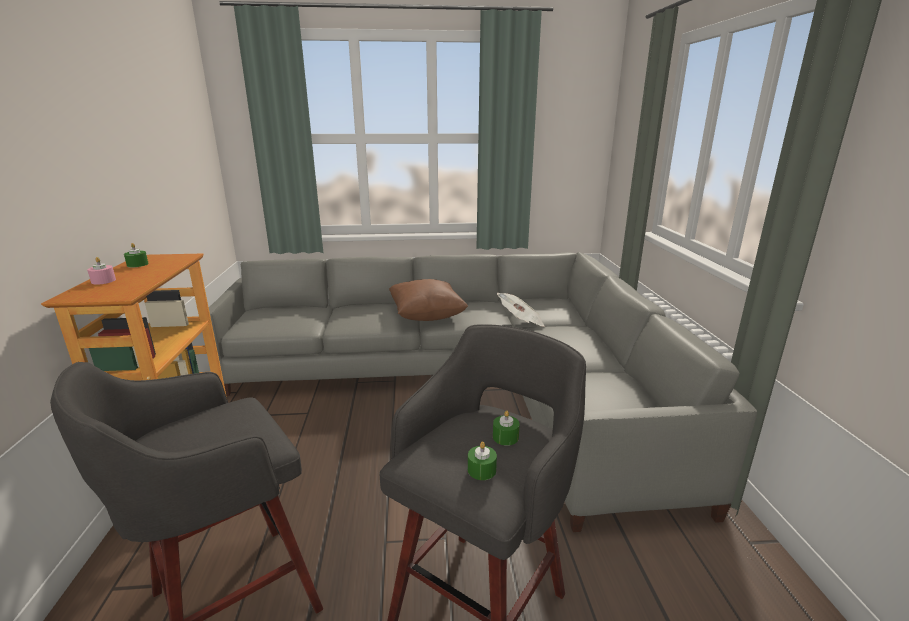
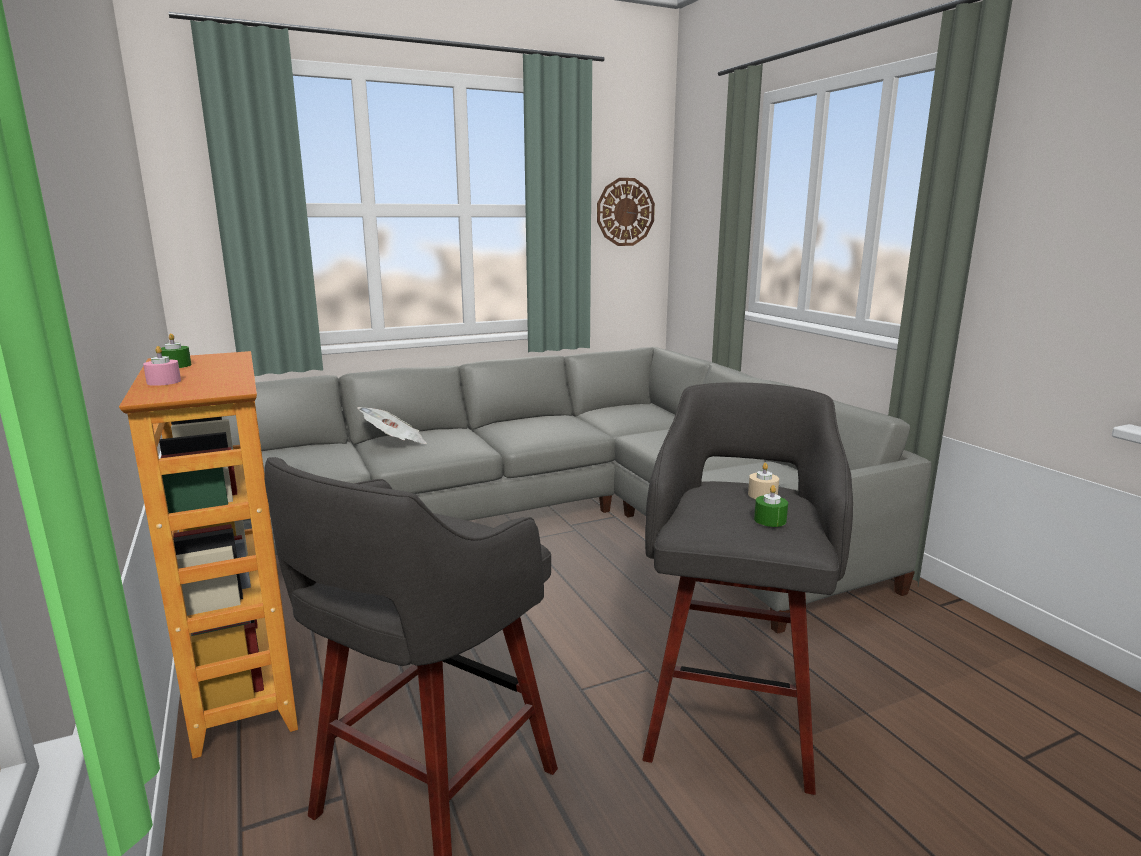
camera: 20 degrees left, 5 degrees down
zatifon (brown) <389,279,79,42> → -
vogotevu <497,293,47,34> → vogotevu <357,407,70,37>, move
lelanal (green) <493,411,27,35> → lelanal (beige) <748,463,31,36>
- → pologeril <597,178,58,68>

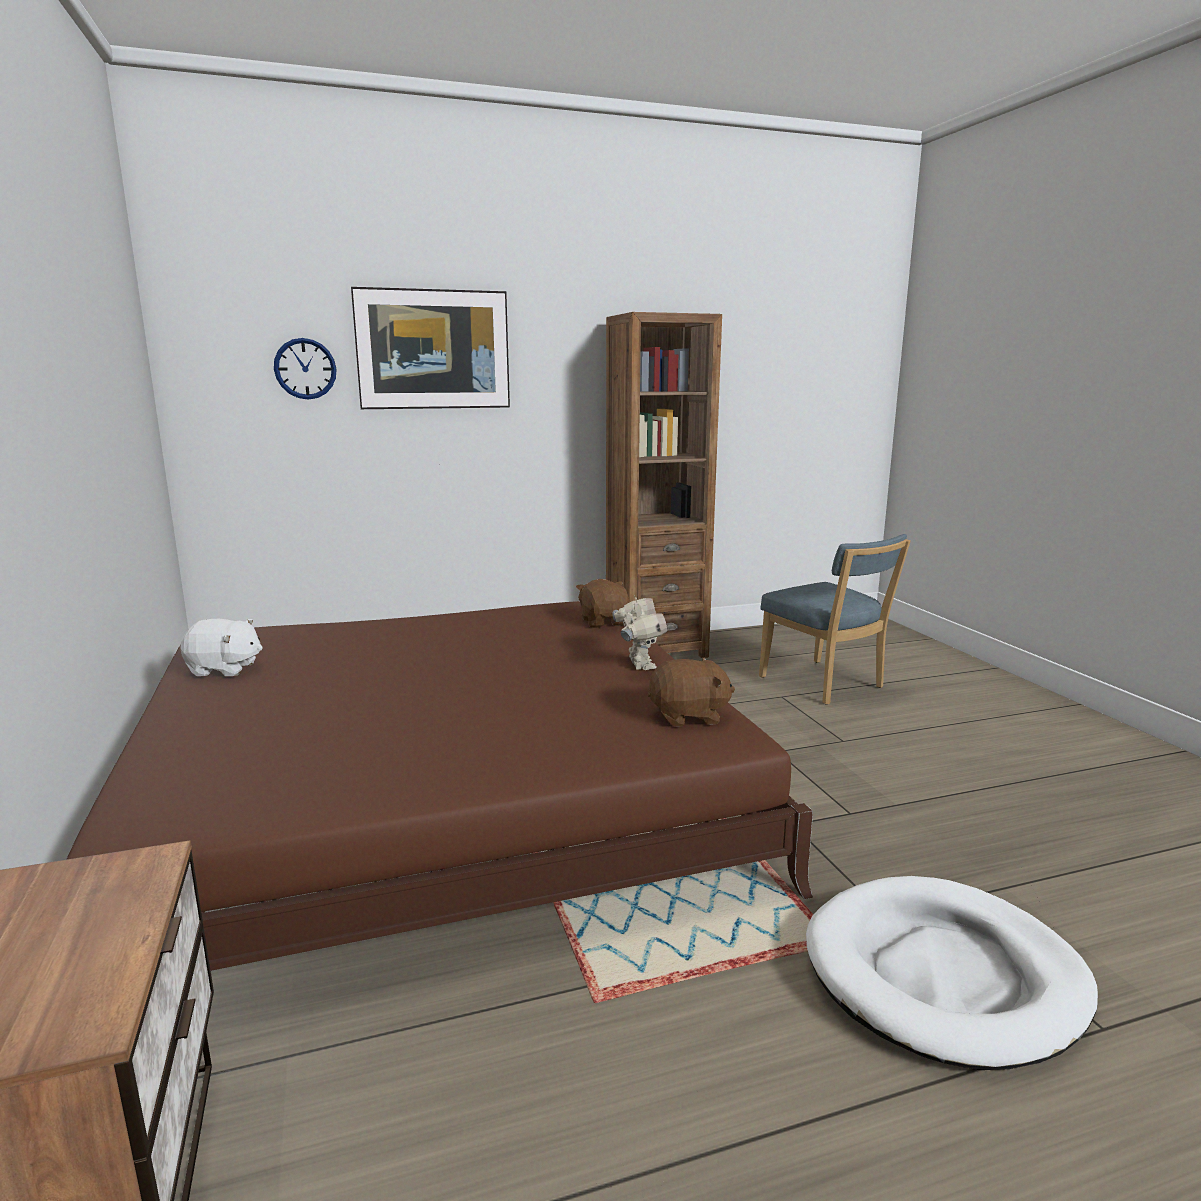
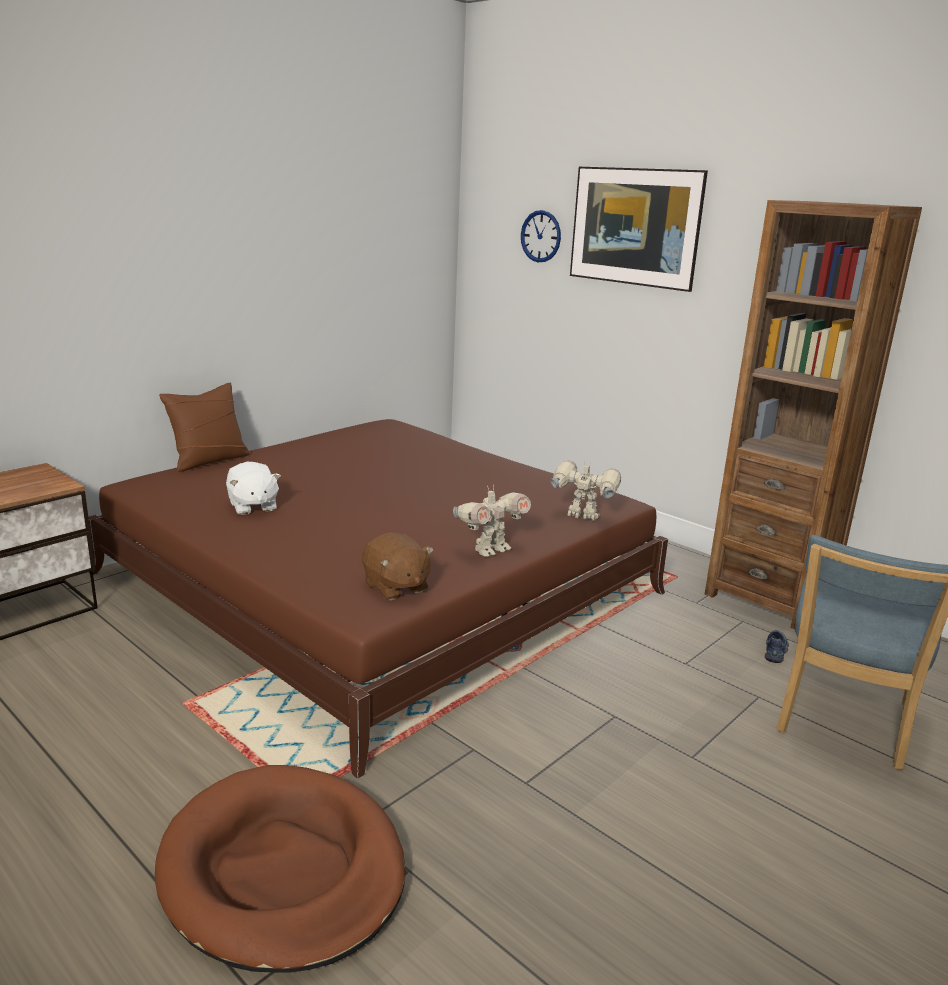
camera: 60 degrees right, 5 degrees up
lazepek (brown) <576,579,54,49> → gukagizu <550,460,71,61>
lazepek (white) <180,619,83,57> → lazepek (white) <226,462,55,53>, move
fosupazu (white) <806,876,292,194> → fosupazu (brown) <155,765,251,207>
- → zatifon (brown) <159,383,91,89>
- → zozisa <765,630,24,33>

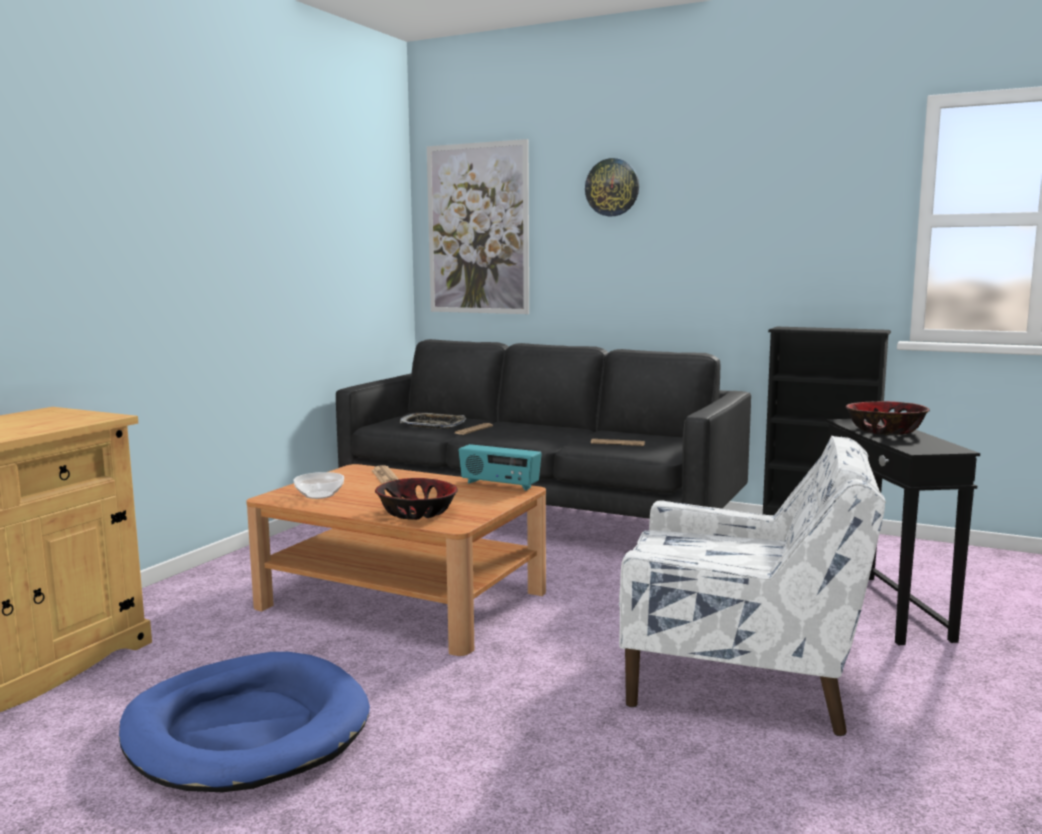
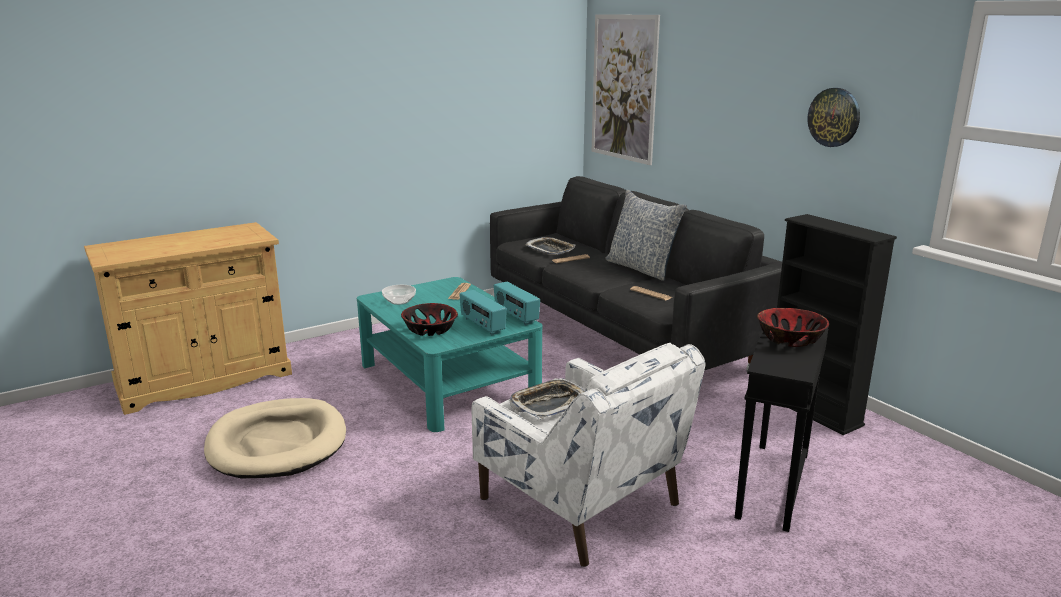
camera: 30 degrees right, 10 degrees up
pologeril <585,158,54,58> → pologeril <807,88,53,59>, move
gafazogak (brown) <246,464,300,192> → gafazogak (turquoise) <357,277,186,155>
fosupazu (blue) <119,652,251,140> → fosupazu (beige) <204,398,142,80>
- → zatifon <605,190,82,91>
- → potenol <459,290,48,45>
- → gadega <509,378,76,41>

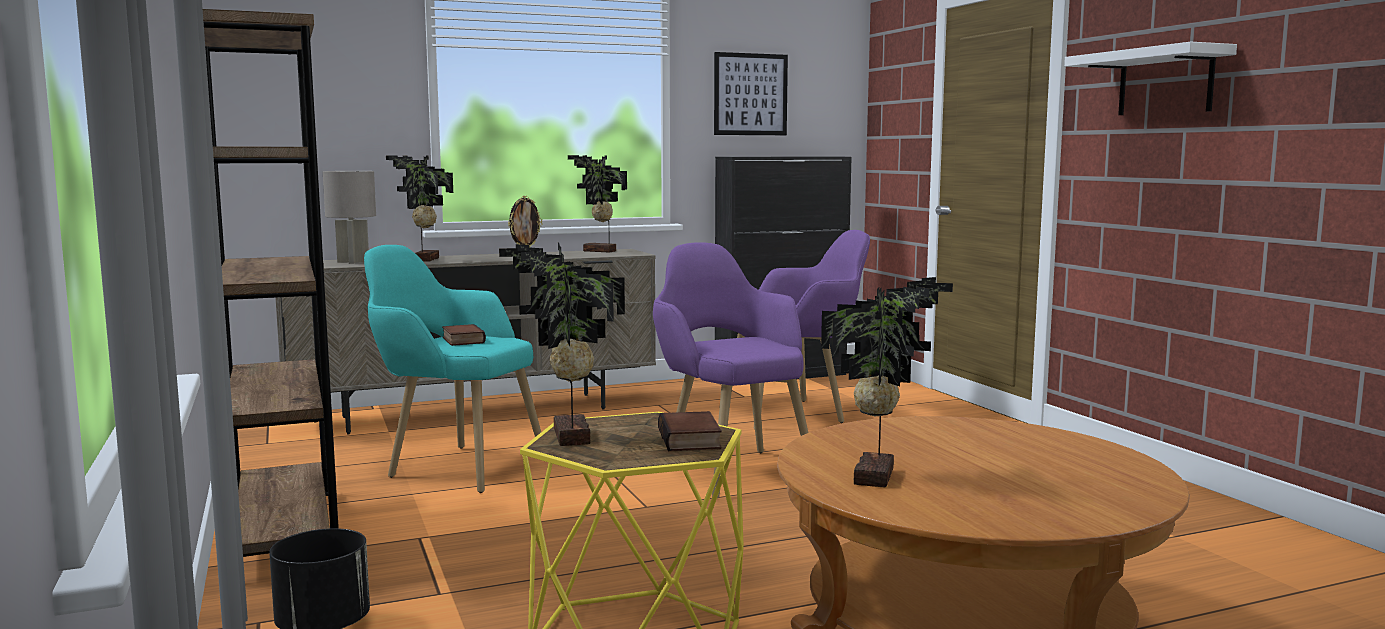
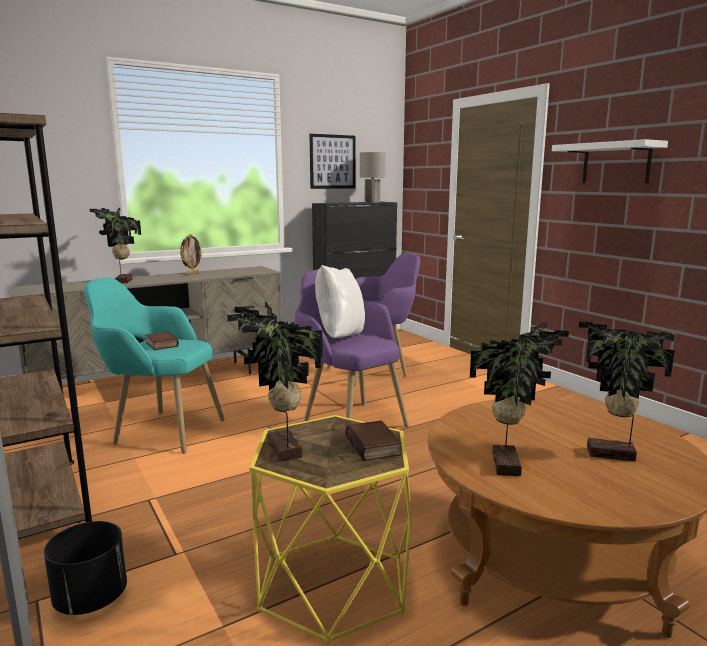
camera: 10 degrees left, 5 degrees up
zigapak <568,155,59,98> → zigapak <579,322,96,139>, move
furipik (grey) <323,171,53,93> → furipik (grey) <360,152,26,51>, move
- → zatifon (white) <315,265,50,73>

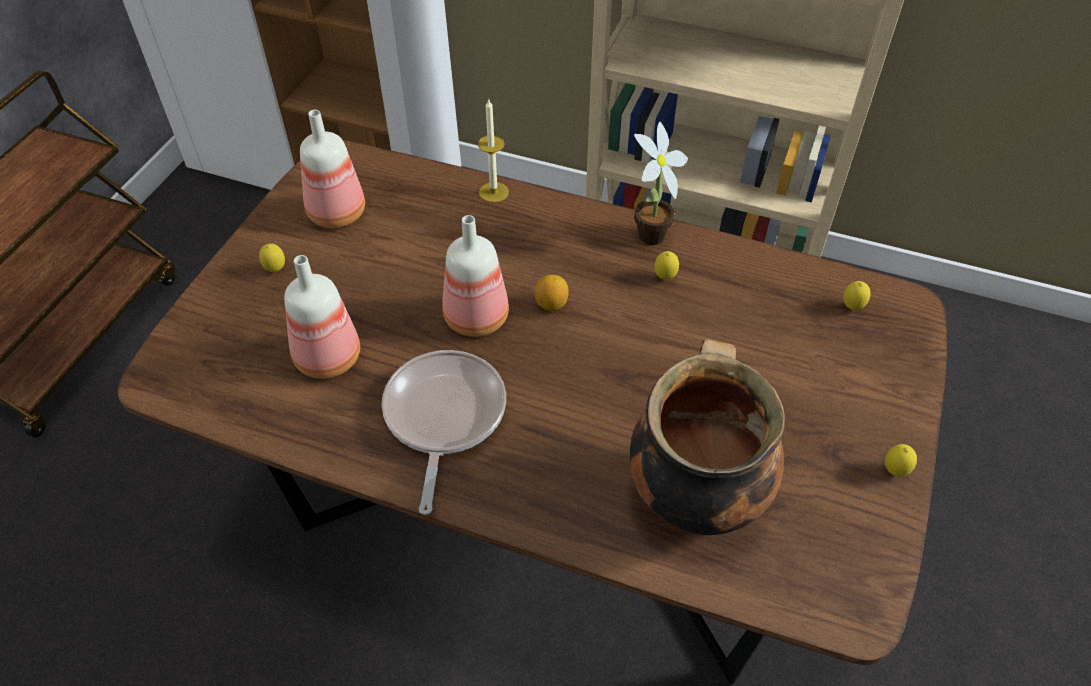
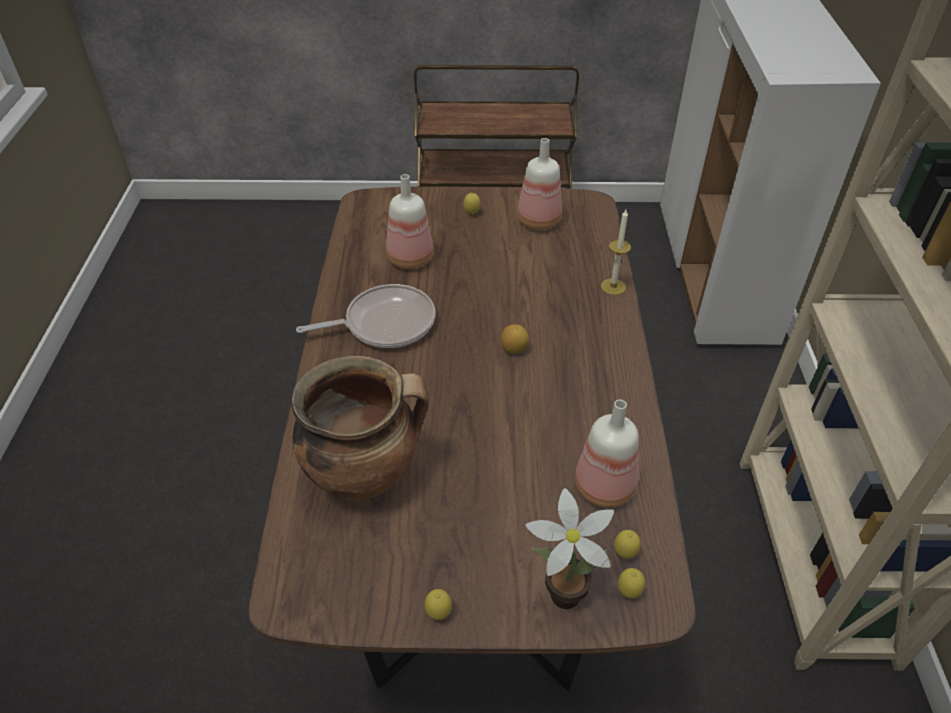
camera: 70 degrees right, 5 degrees down
zigapak <634,122,54,123> → zigapak <526,488,88,121>, move
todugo <442,215,67,122> → todugo <575,400,64,107>, move
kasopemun <654,251,25,29> → kasopemun <618,568,27,30>, move

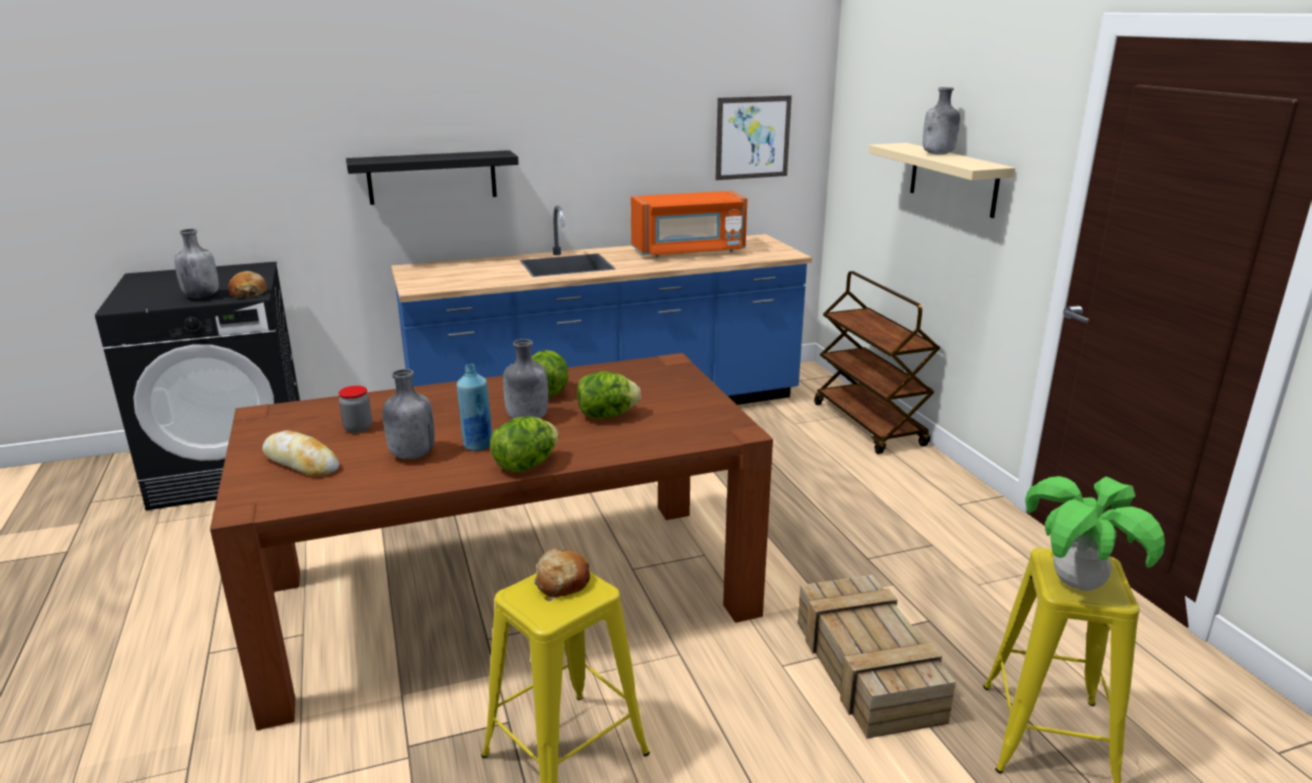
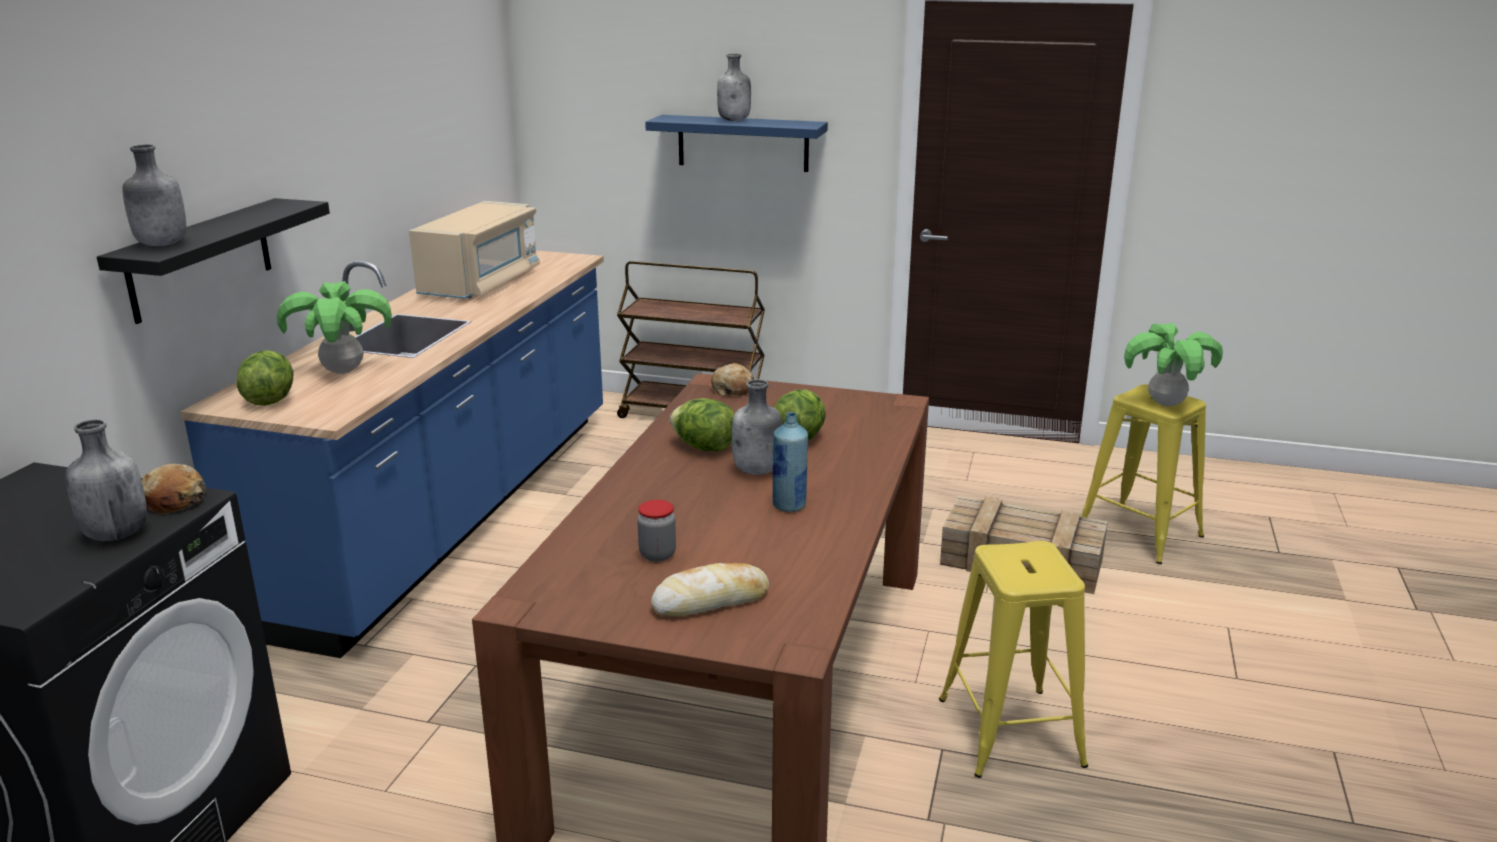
camera: 55 degrees left, 0 degrees up
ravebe <716,95,76,85> → -
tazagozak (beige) <869,143,146,75> → tazagozak (blue) <645,115,183,57>
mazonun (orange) <631,191,116,66> → mazonun (beige) <409,201,131,98>
todugo (grey) <383,369,52,90> → todugo (grey) <122,144,64,102>, move
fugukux <490,416,69,56> → fugukux <237,350,57,56>, move
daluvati <534,549,56,48> → daluvati <711,363,42,33>, move
- → zigapak <277,281,115,93>

